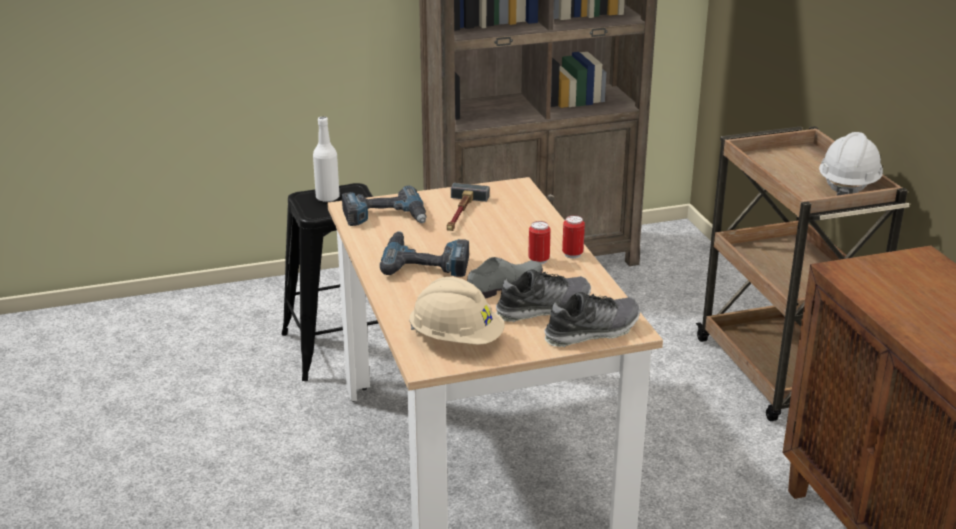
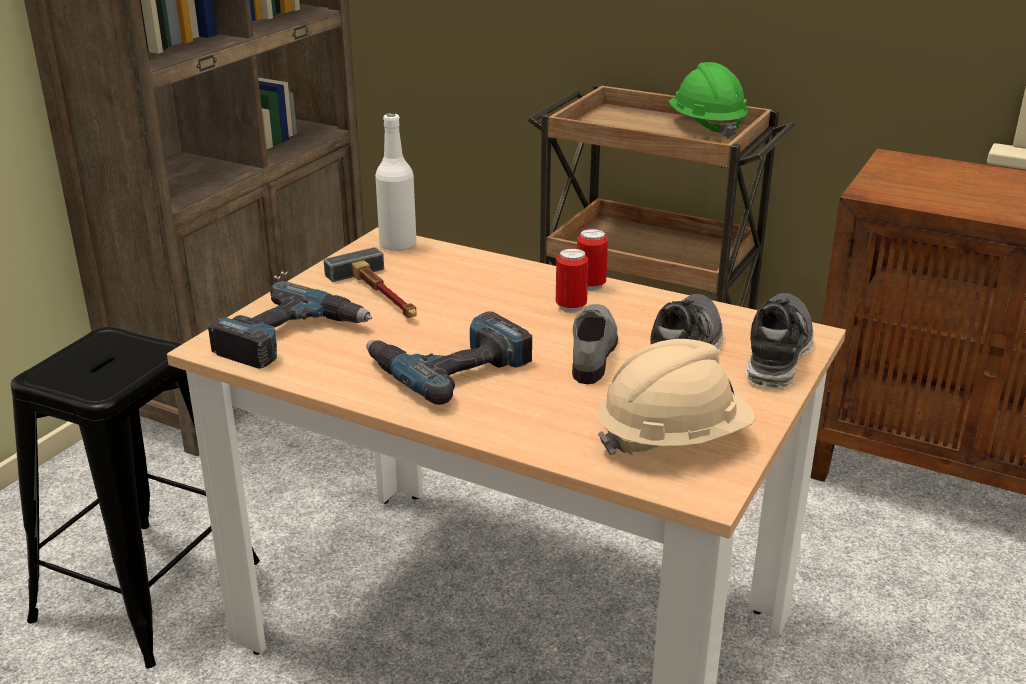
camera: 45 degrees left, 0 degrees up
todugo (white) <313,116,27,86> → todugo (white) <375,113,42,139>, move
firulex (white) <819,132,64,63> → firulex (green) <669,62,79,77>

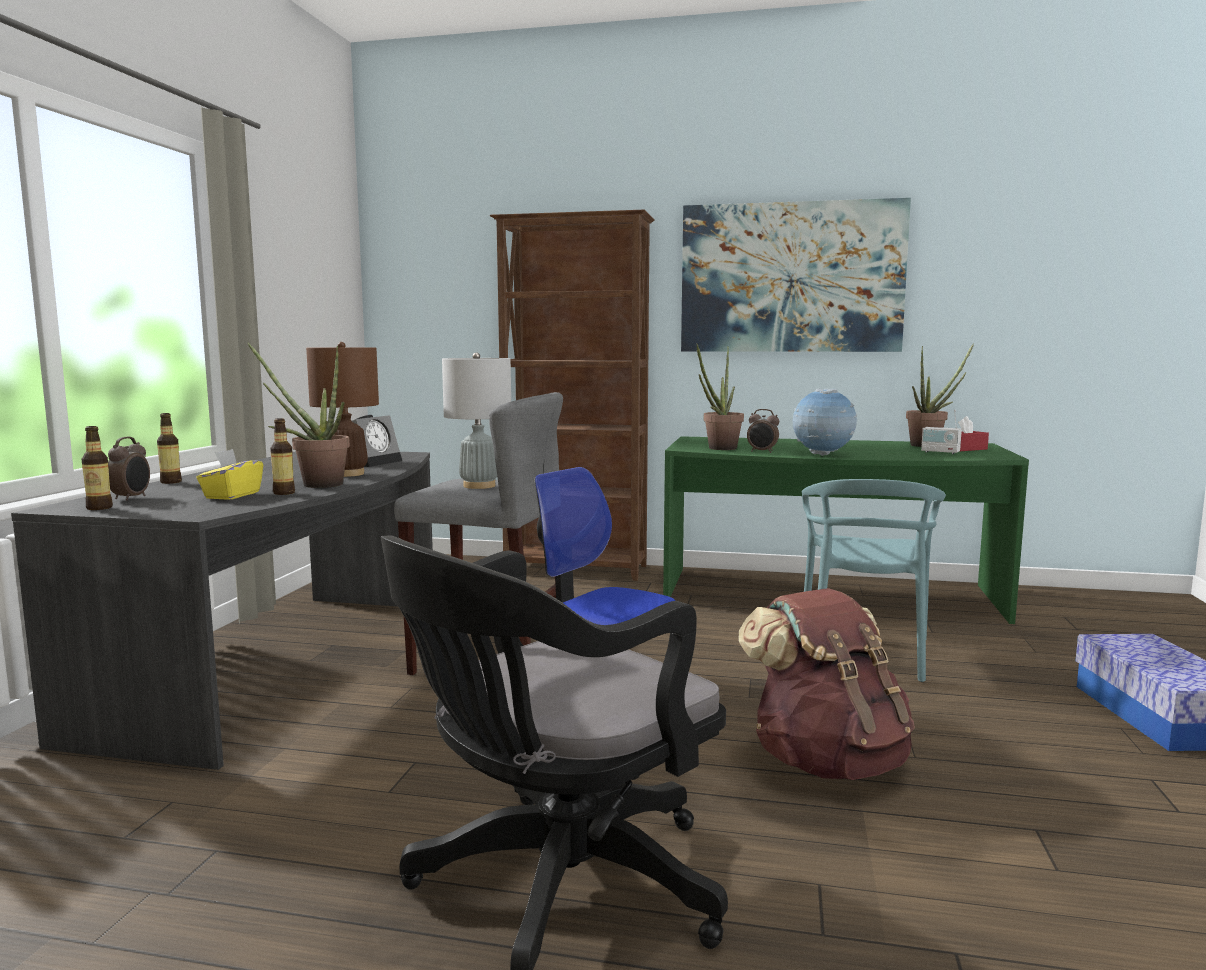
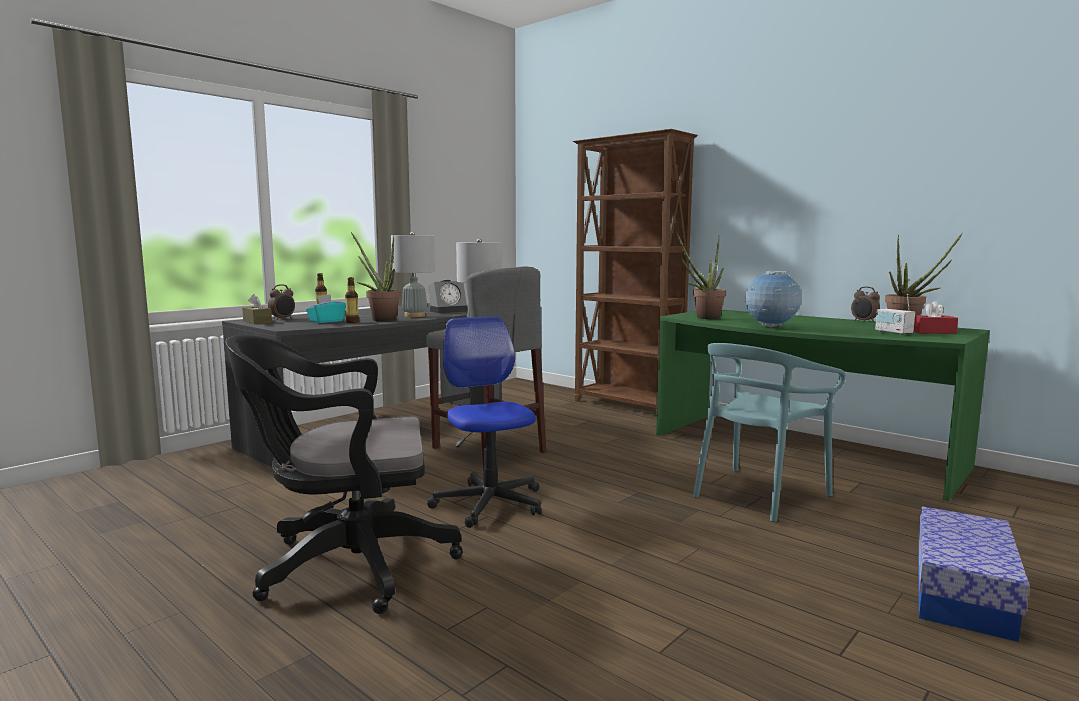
camera: 30 degrees right, 0 degrees up
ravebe <681,198,230,154> → -
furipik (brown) <306,342,73,135> → furipik (grey) <391,232,44,85>
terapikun <747,409,32,44> → terapikun <851,287,29,36>, move
todugo <81,426,32,84> → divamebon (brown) <242,294,30,30>
divamebon (yellow) <196,449,67,51> → divamebon (turquoise) <306,294,40,29>
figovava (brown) <739,588,176,192> → -

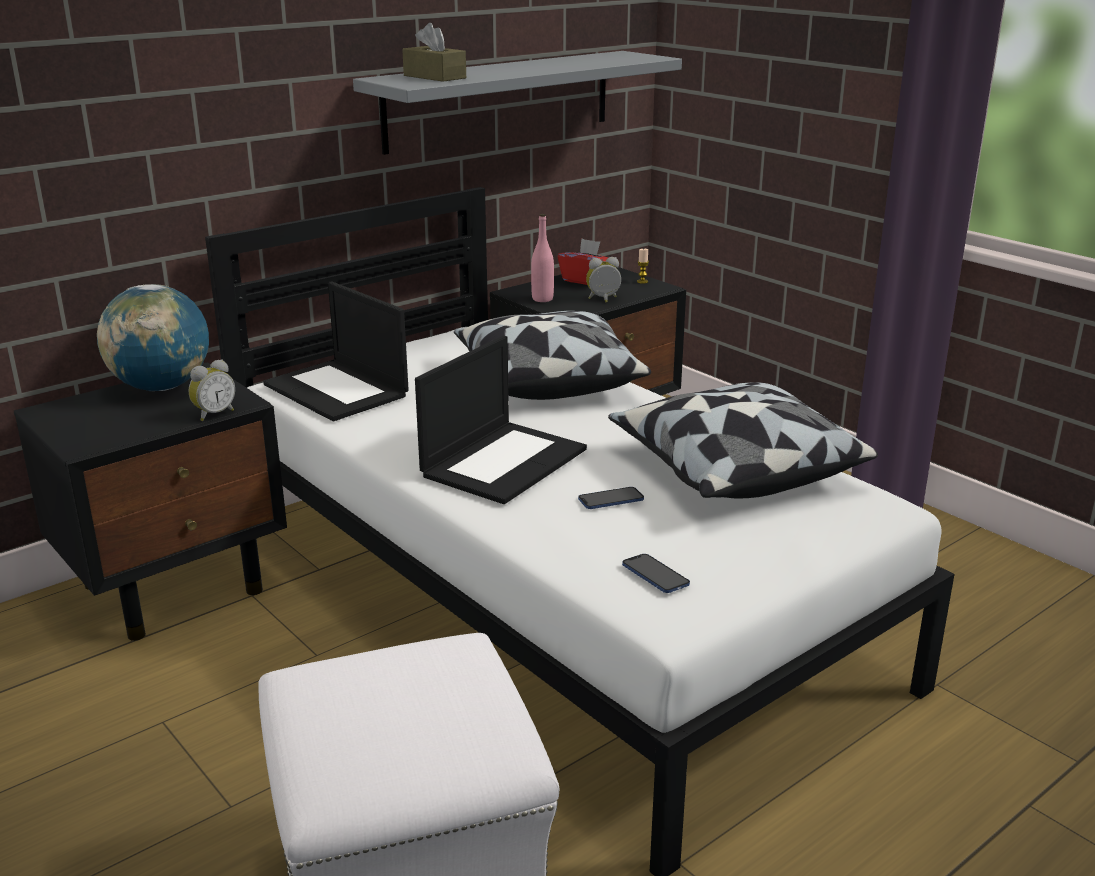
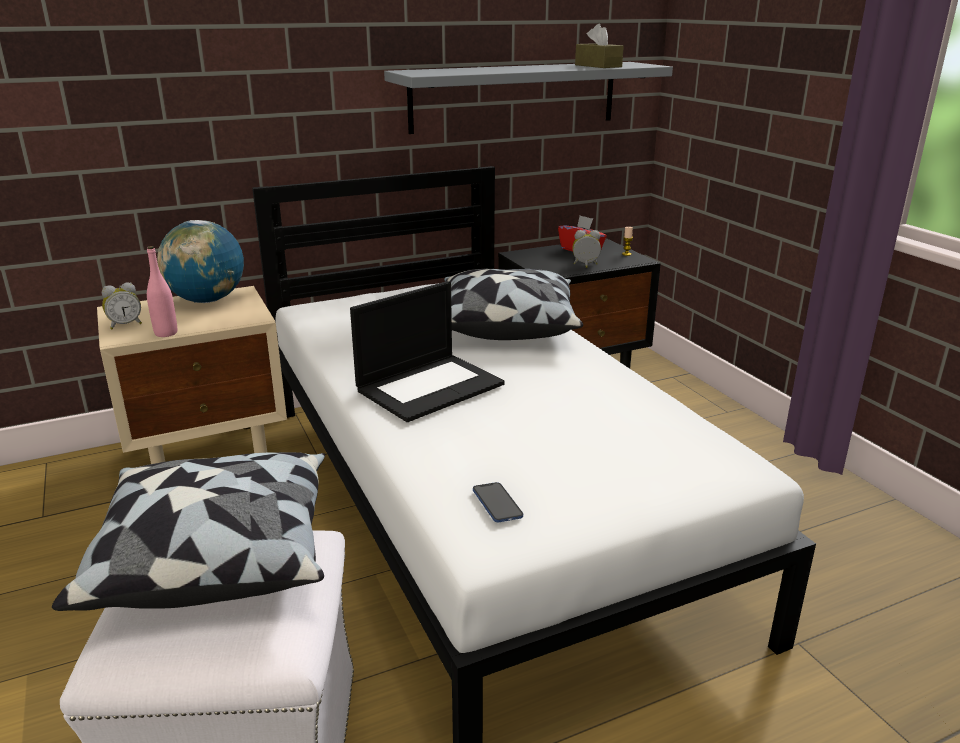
camera: 15 degrees right, 0 degrees up
divamebon (brown) <402,23,64,59> → divamebon (brown) <575,24,49,44>, move
todugo (pink) <531,214,23,88> → todugo (pink) <147,246,30,91>, move
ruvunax <263,281,146,140> → -
terapikun <189,359,46,62> → terapikun <102,282,40,47>, move
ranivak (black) <14,362,273,279> → ranivak (beige) <97,286,190,178>
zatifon <608,382,270,117> → zatifon <52,452,273,159>, move
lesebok <578,487,66,22> → -

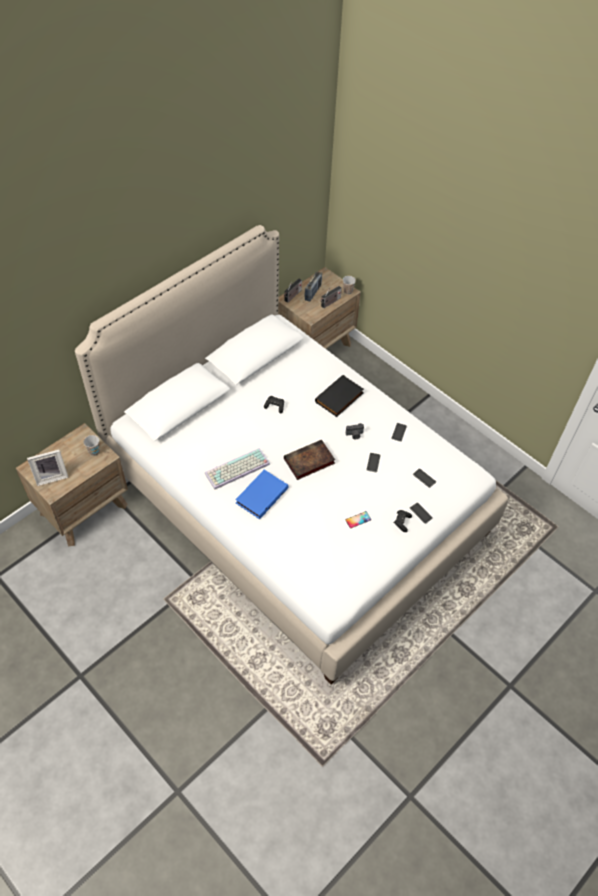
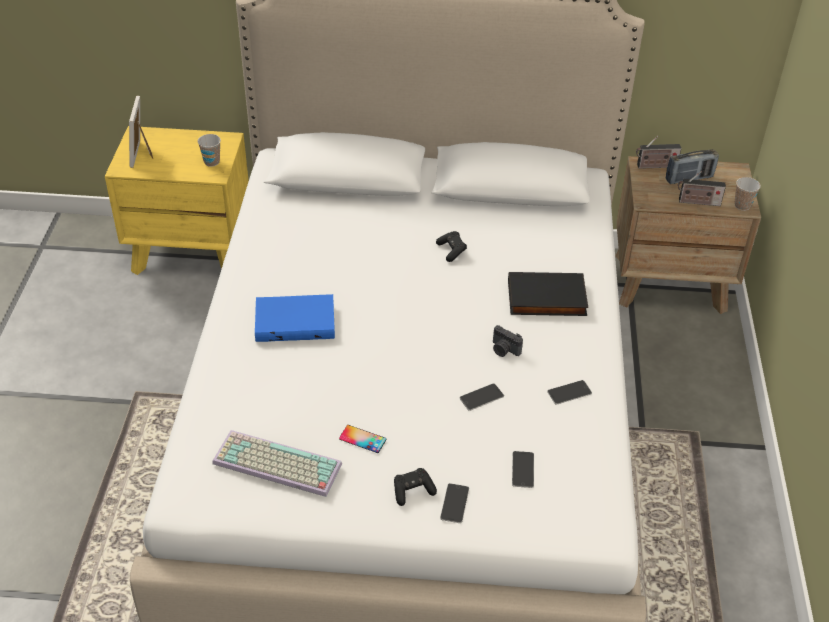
camera: 50 degrees right, 10 degrees down
ranivak (brown) <16,423,112,124> → ranivak (yellow) <105,126,144,149>
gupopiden <284,440,51,40> → -
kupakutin <205,448,65,42> → kupakutin <212,430,130,67>, move
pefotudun <27,449,42,37> → pefotudun <129,96,24,72>, 60 degrees clockwise

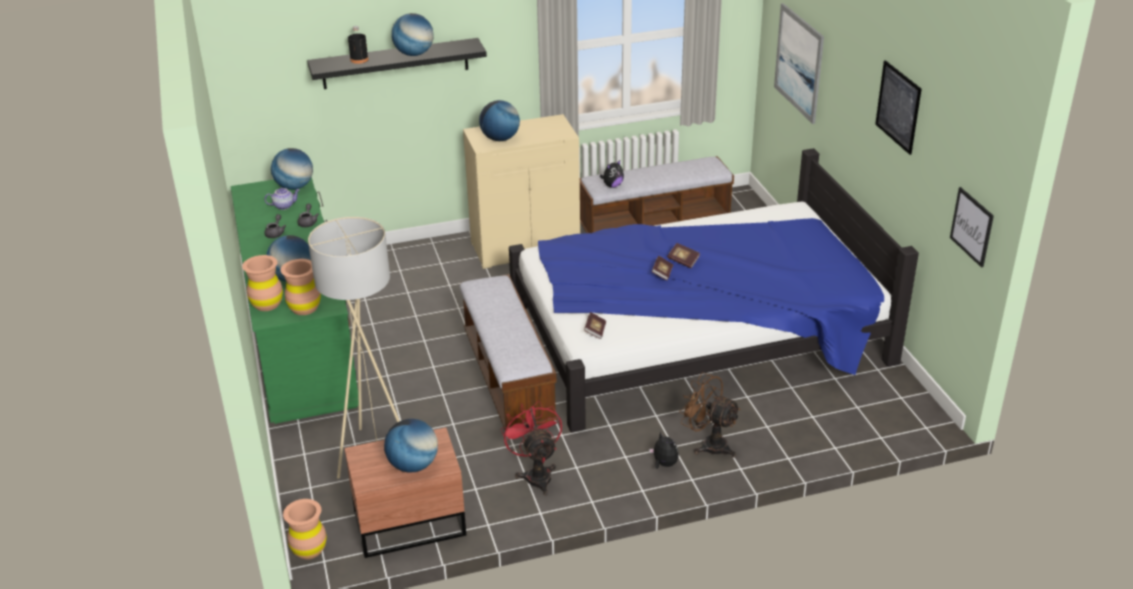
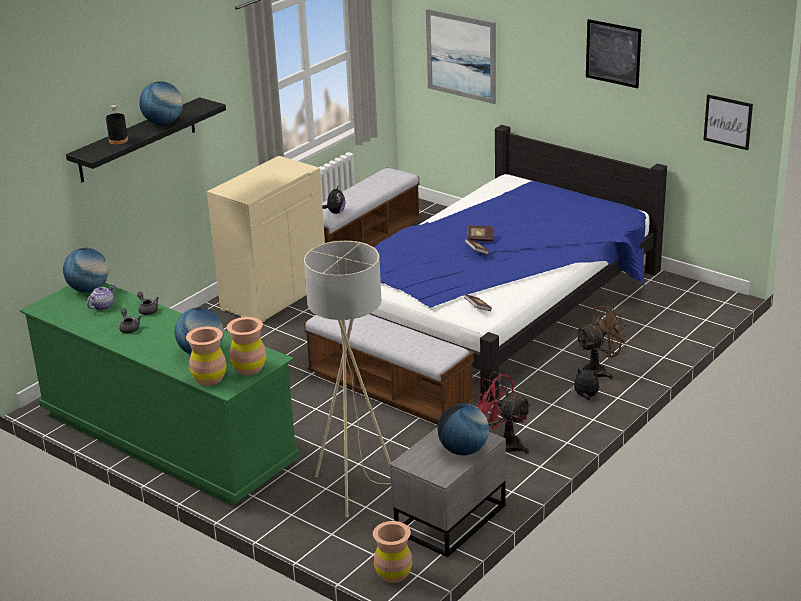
camera: 35 degrees left, 5 degrees down
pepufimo <479,100,41,41> → -
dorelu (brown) <679,372,62,85> → dorelu (brown) <575,304,56,75>, 150 degrees clockwise
ranivak (brown) <344,427,122,131> → ranivak (grey) <390,427,116,130>

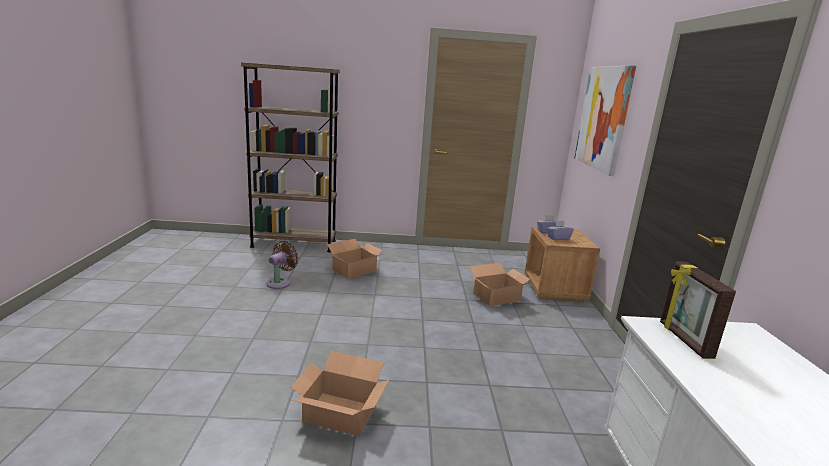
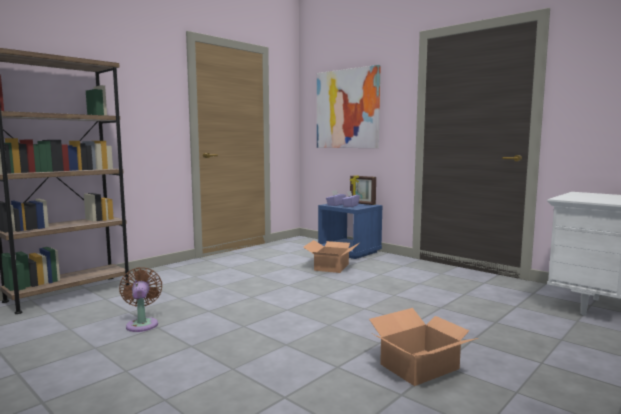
camera: 45 degrees left, 10 degrees down
ranivak (brown) <524,227,76,74> → ranivak (blue) <318,204,65,55>
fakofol <327,239,56,40> → -
pefotudun <660,261,76,98> → pefotudun <350,175,26,30>, move

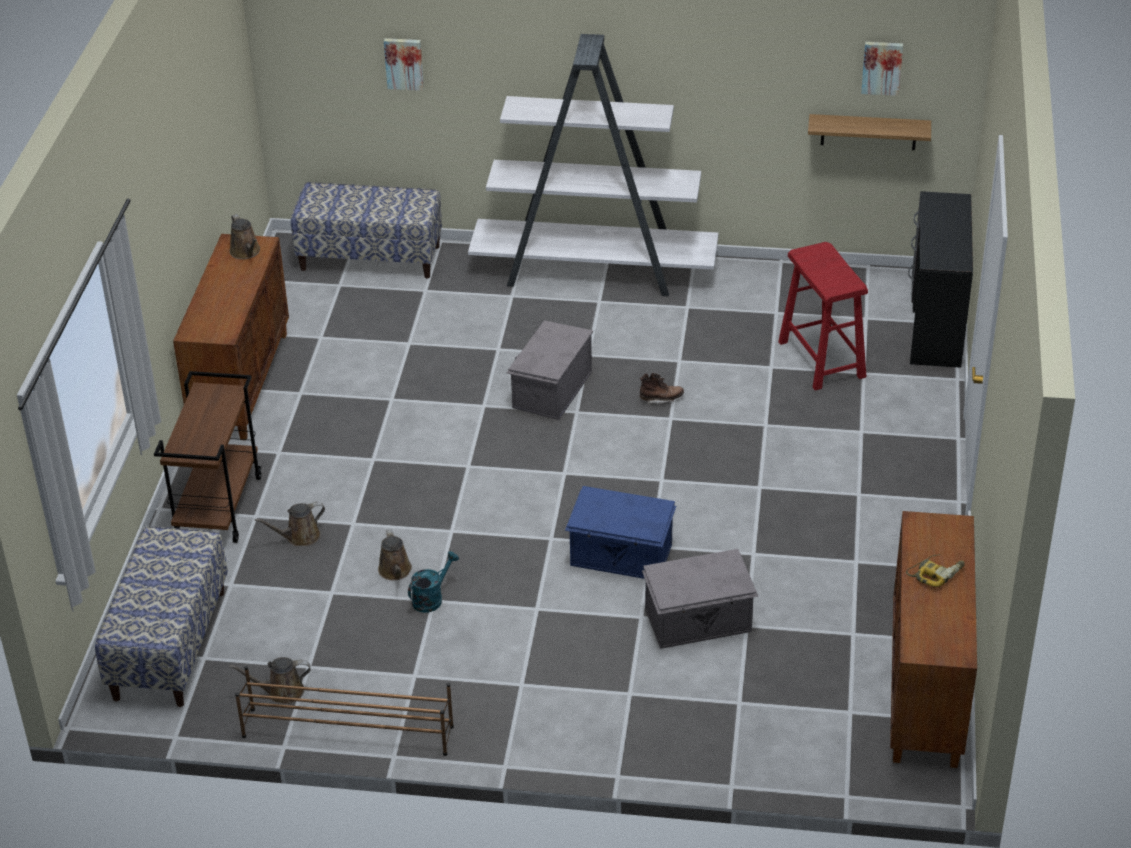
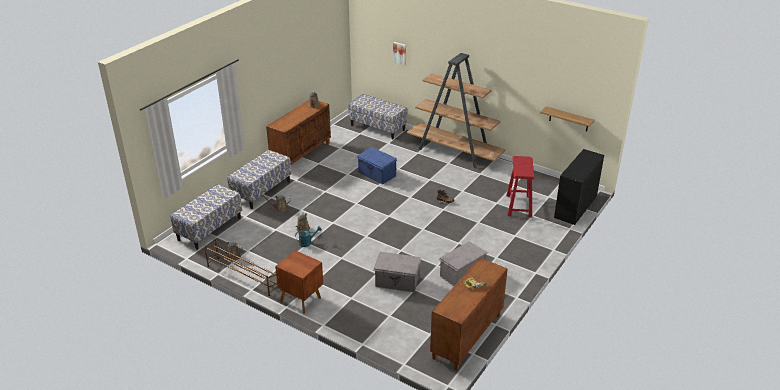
camera: 25 degrees right, 5 degrees down
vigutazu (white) <468,34,250,262> → vigutazu (brown) <407,53,99,115>
ravebe <861,42,42,54> → -
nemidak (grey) <506,320,87,100> → nemidak (grey) <438,241,49,45>, move
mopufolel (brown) <154,371,108,172> → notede <227,150,65,59>
nemidak (blue) <565,486,111,93> → nemidak (blue) <356,147,41,37>, move
- → ranivak (brown) <275,250,48,64>

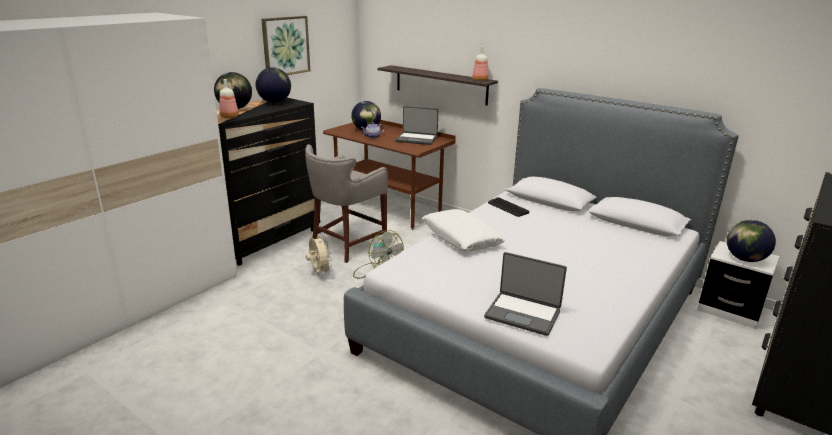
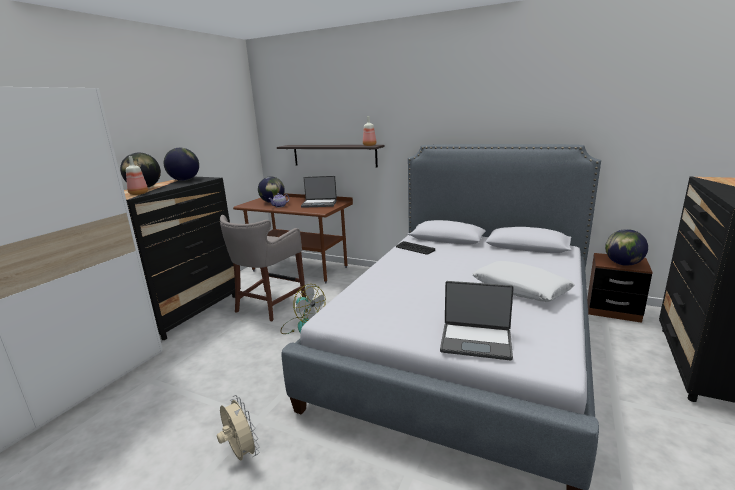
camera: 10 degrees left, 5 degrees down
ravebe <261,16,49,59> → -
zatifon (white) <422,209,83,42> → zatifon (white) <472,261,103,41>, move
dorelu (beige) <306,233,26,42> → dorelu (beige) <217,395,43,66>, move
ranivak (white) <697,241,82,88> → ranivak (brown) <587,253,66,70>

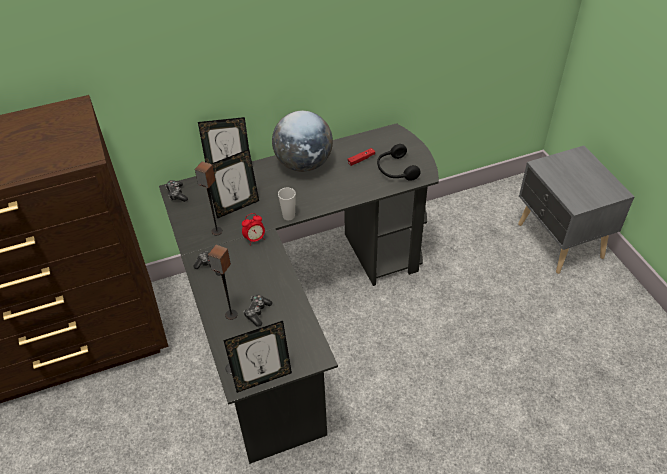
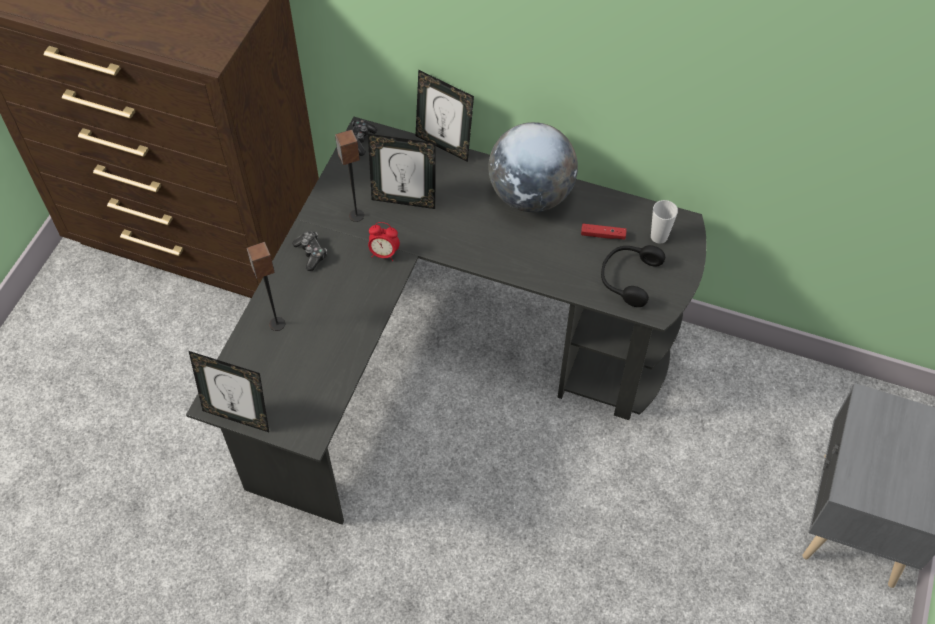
camera: 40 degrees right, 10 degrees up
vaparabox <278,187,18,34> → vaparabox <651,200,27,44>, move
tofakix <243,295,29,32> → -

